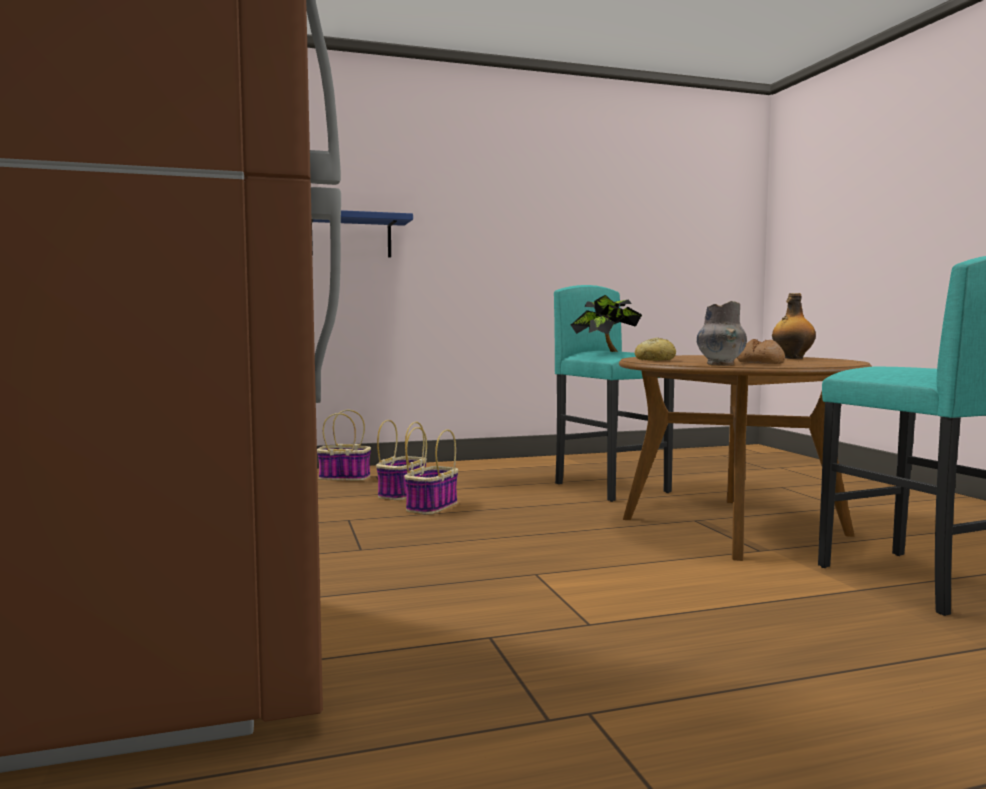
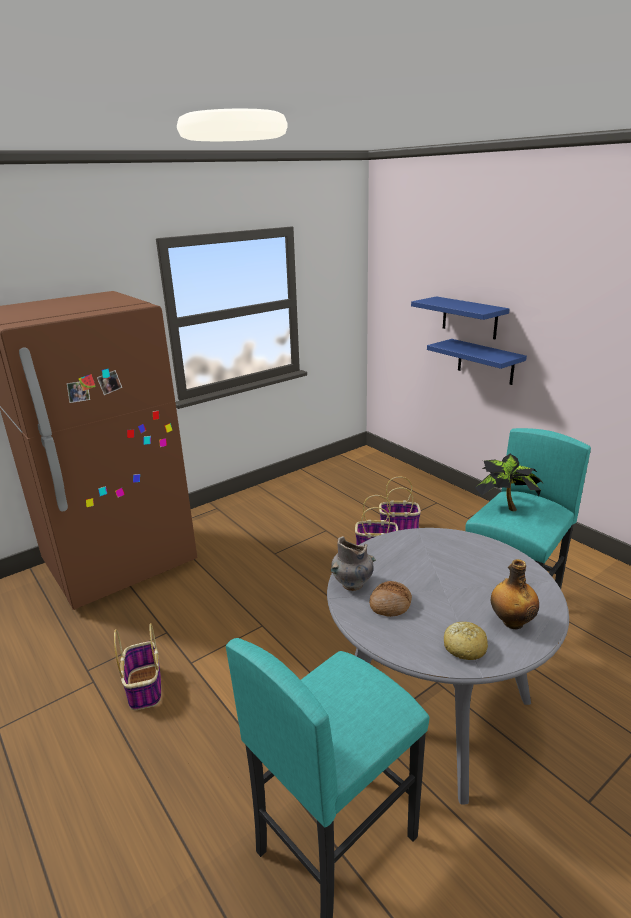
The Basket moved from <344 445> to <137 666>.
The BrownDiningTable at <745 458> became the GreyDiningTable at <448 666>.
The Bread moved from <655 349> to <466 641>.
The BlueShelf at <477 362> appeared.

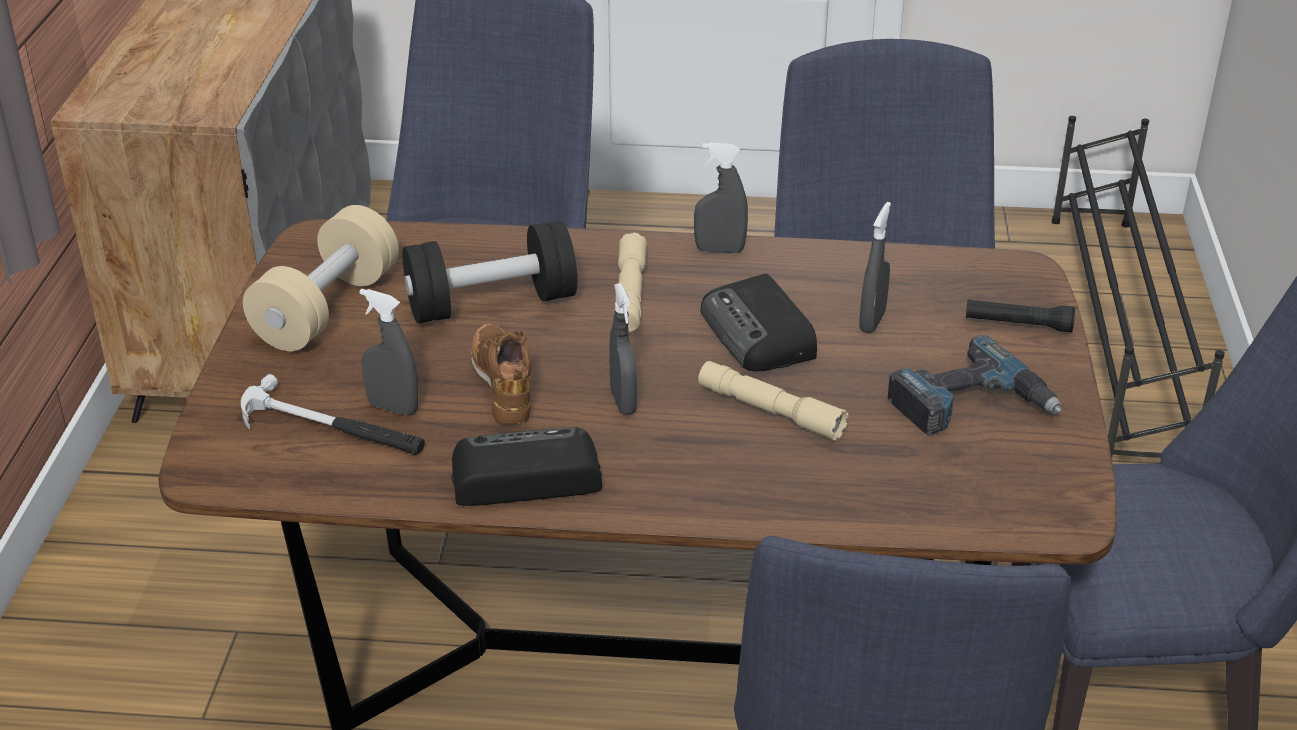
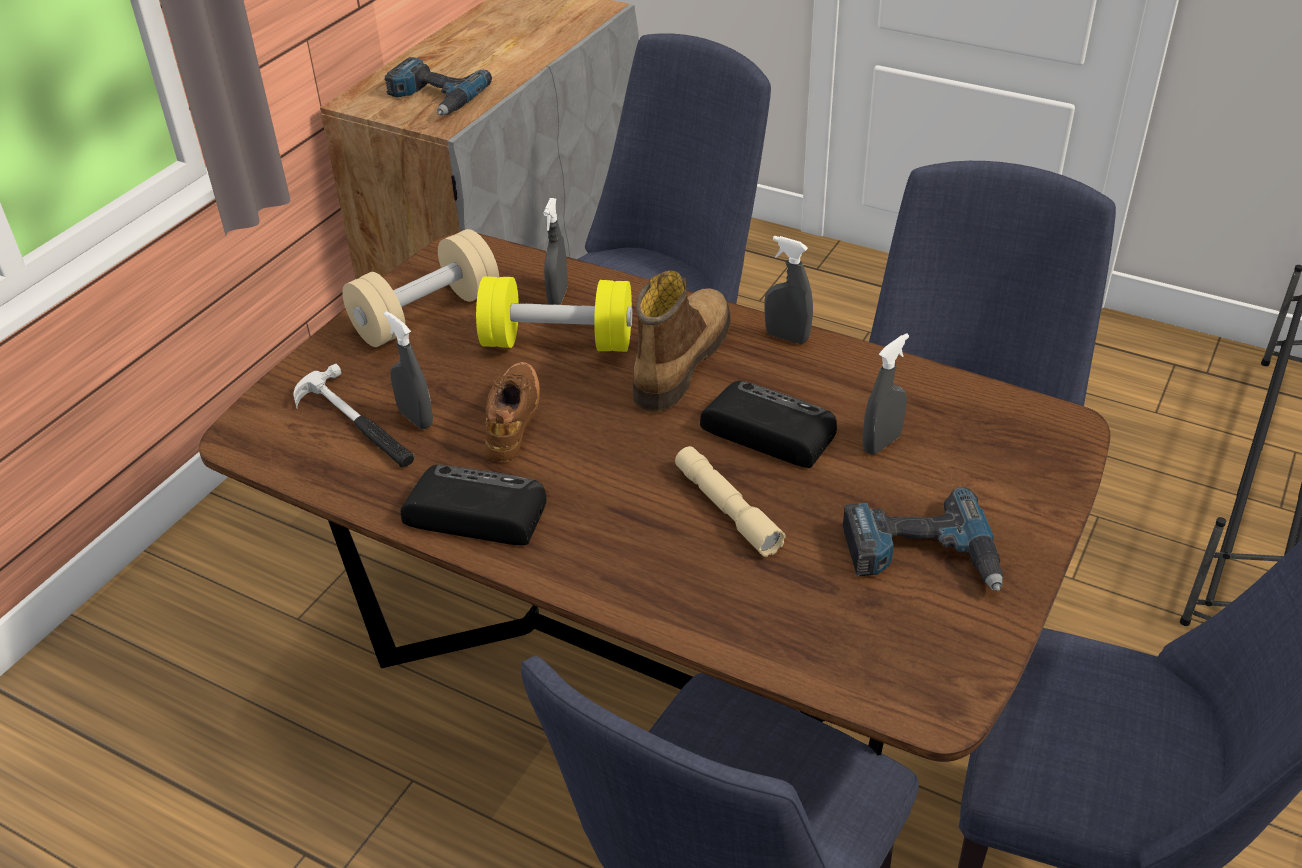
The BlackDumbbell at <490 272> became the YellowDumbbell at <554 314>.
The GreySprayBottle moved from <623 349> to <555 251>.
The BeigeFlashlight at <632 282> was replaced by the Boot at <682 341>.
The Radio at <759 322> turned 120 degrees clockwise.
The BlackFlashlight at <1020 316> disappeared.
The PowerDrill at <438 86> appeared.

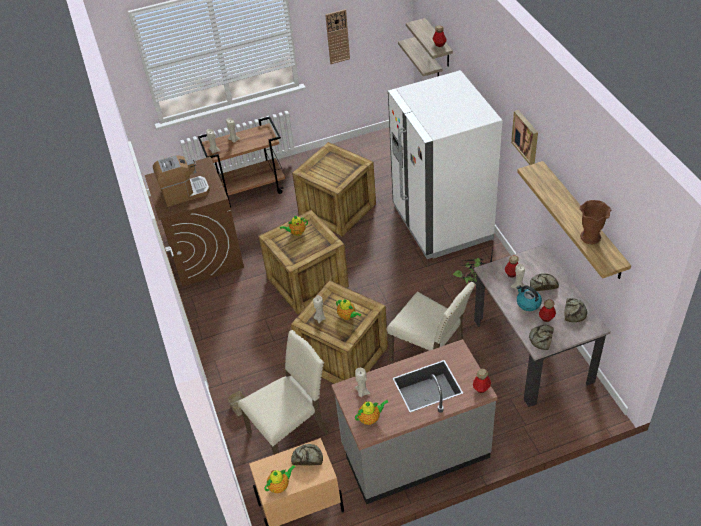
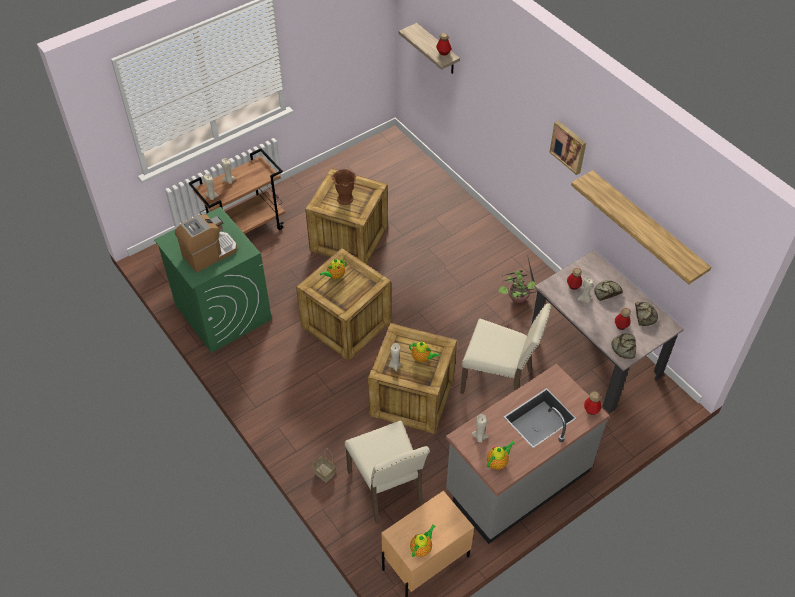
The BrownWashingMachine at <194 222> became the GreenWashingMachine at <213 280>.
The BeigeChair at <283 392> turned 120 degrees clockwise.
The Bread at <307 455> disappeared.
The WallClock at <337 36> disappeared.
The WhiteFridge at <445 164> disappeared.
The Shelf at <420 57> disappeared.
The Kettle at <529 298> disappeared.
The BrownVase moved from <595 222> to <343 187>.

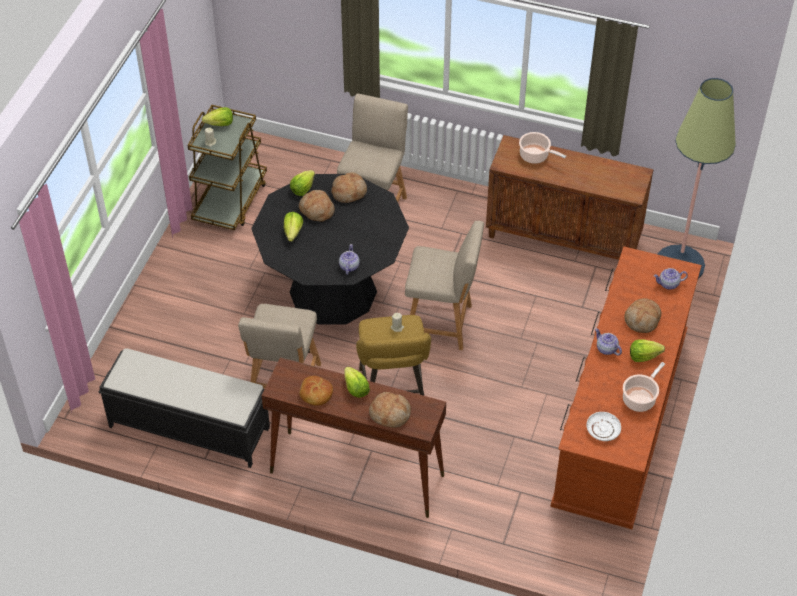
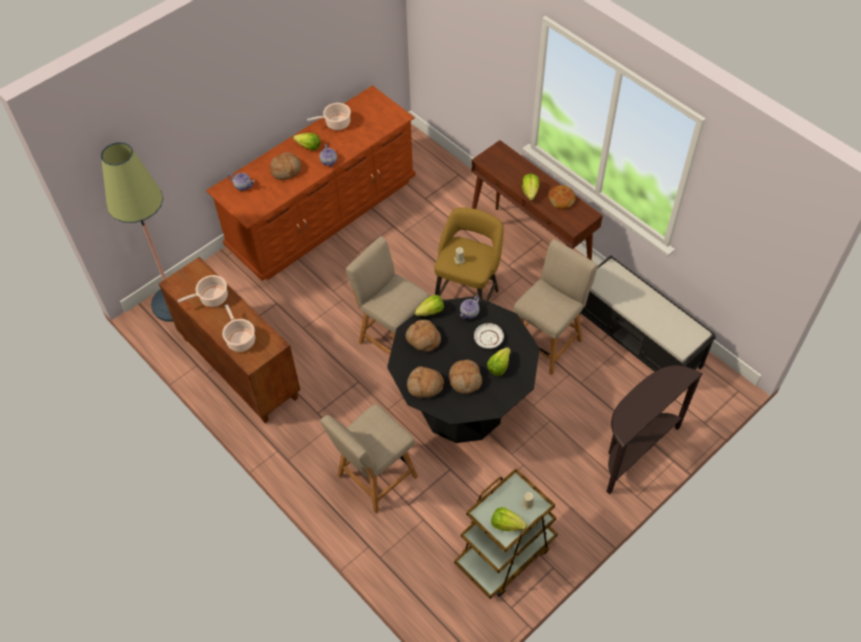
The Lettuce moved from <302 183> to <429 305>.
The Bread moved from <390 410> to <423 335>.
The WhitePlate moved from <604 426> to <489 336>.
The CookingPot at <203 291> appeared.
The BrownConsoleTable at <654 429> appeared.

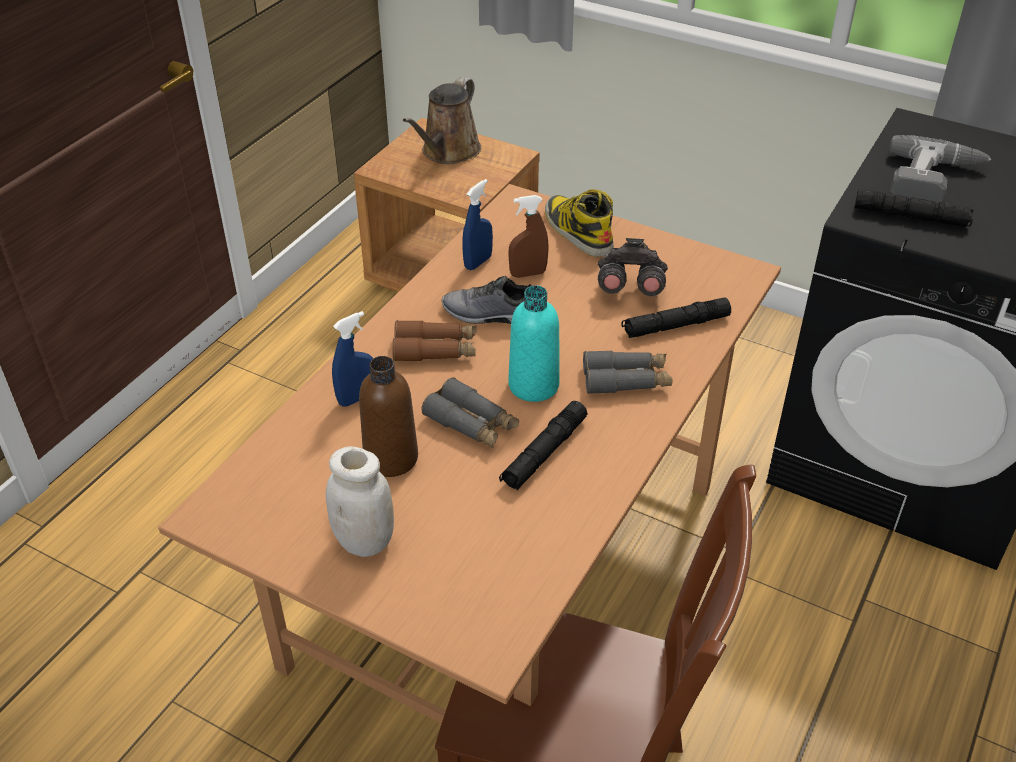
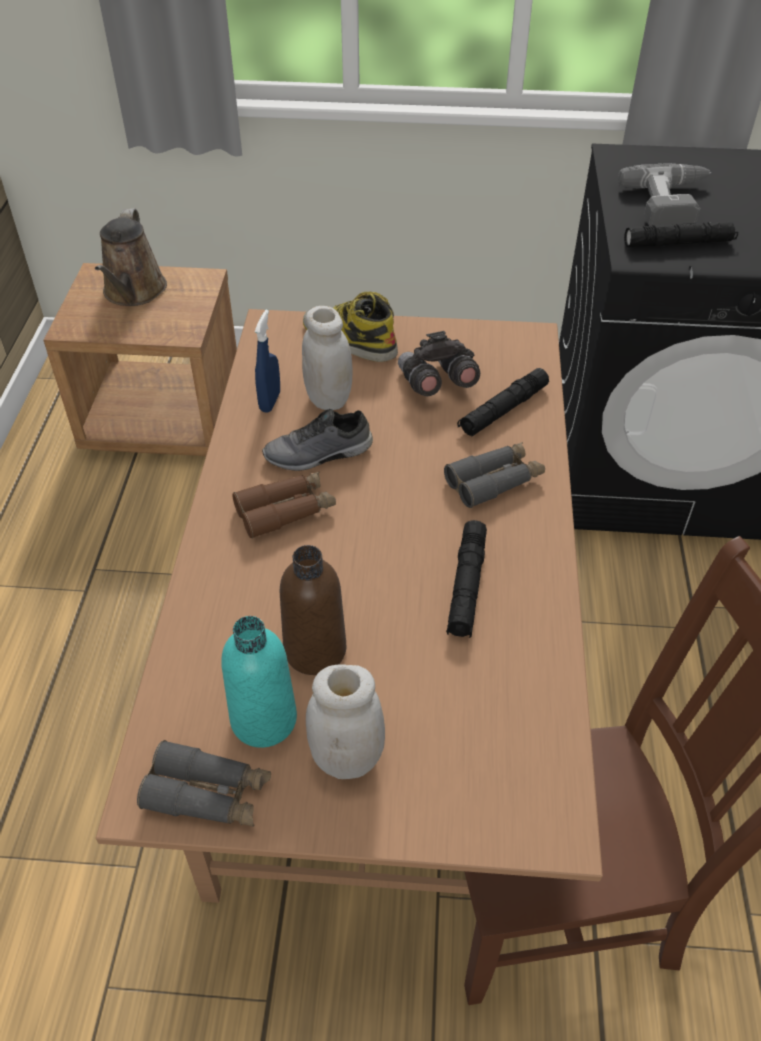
The BlueSprayBottle at <352 358> disappeared.
The GreyBinoculars moved from <470 413> to <204 783>.
The BrownSprayBottle at <528 236> was replaced by the WhiteJar at <327 358>.
The TurquoiseBottle moved from <534 343> to <259 682>.

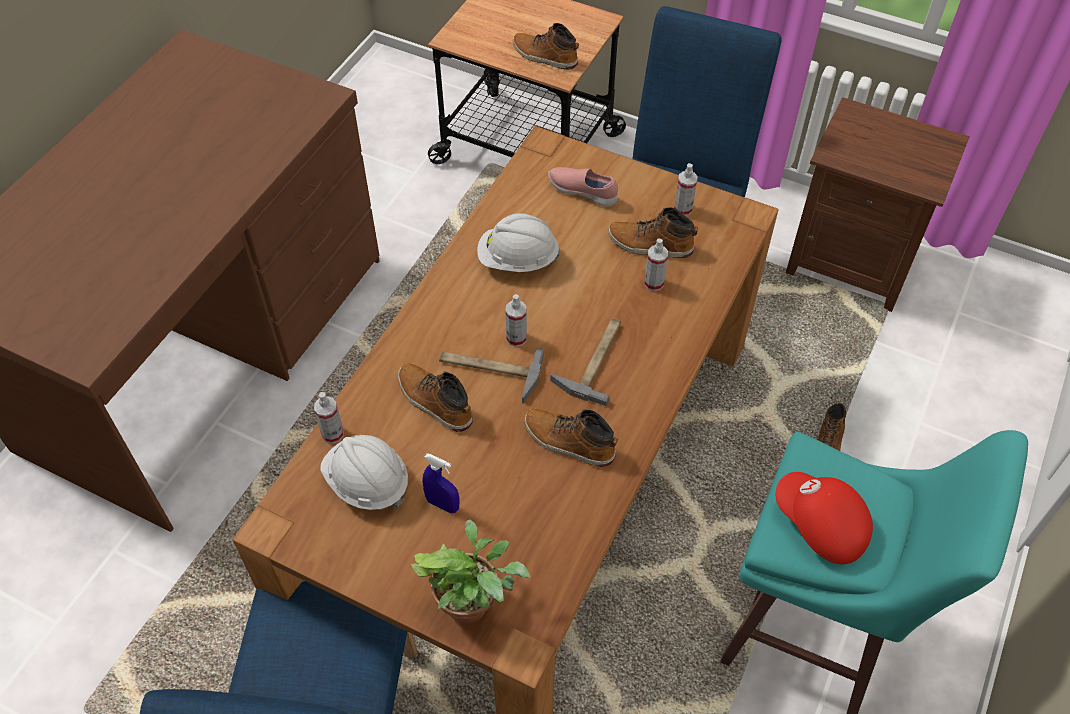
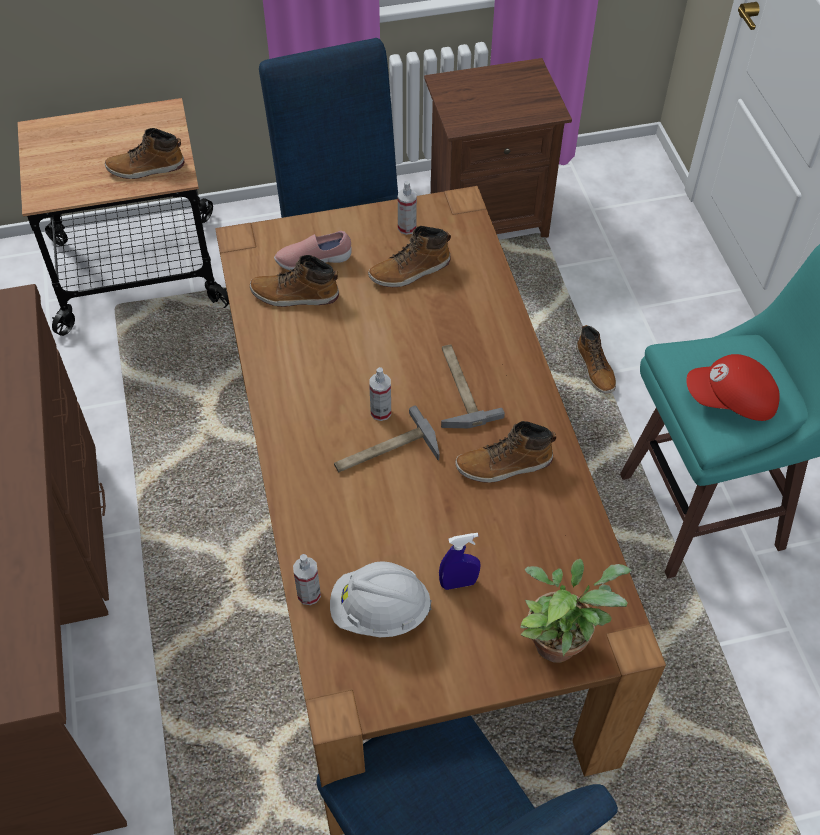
The Boot moved from <435 397> to <294 281>.
The WhiteHardHat at <518 242> disappeared.
The SprayBottle at <656 264> disappeared.

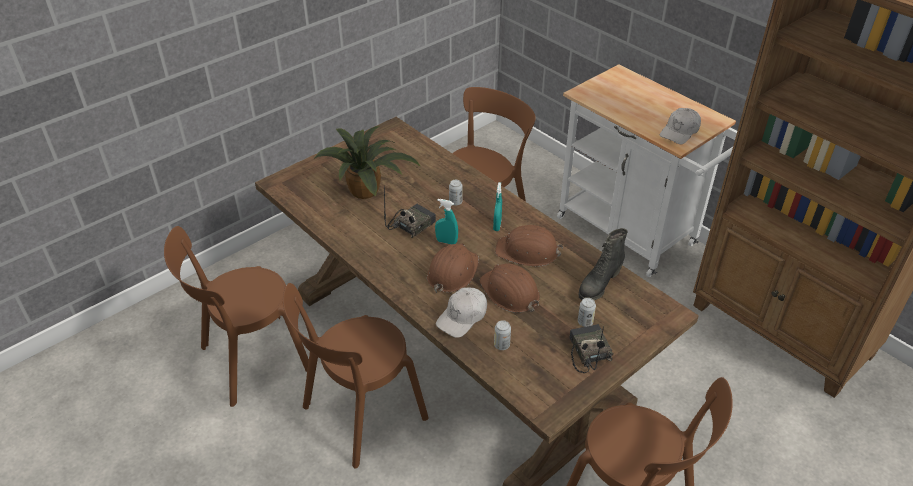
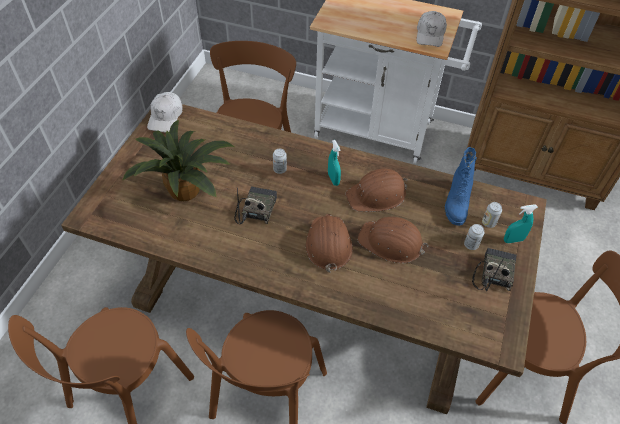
The TurquoiseSprayBottle moved from <446 221> to <521 223>.
The WhiteCap moved from <461 313> to <165 112>.
The Can moved from <502 335> to <492 215>.
The Radio at <591 348> turned 60 degrees clockwise.
The BlackBoot at <603 264> became the BlueBoot at <460 186>.

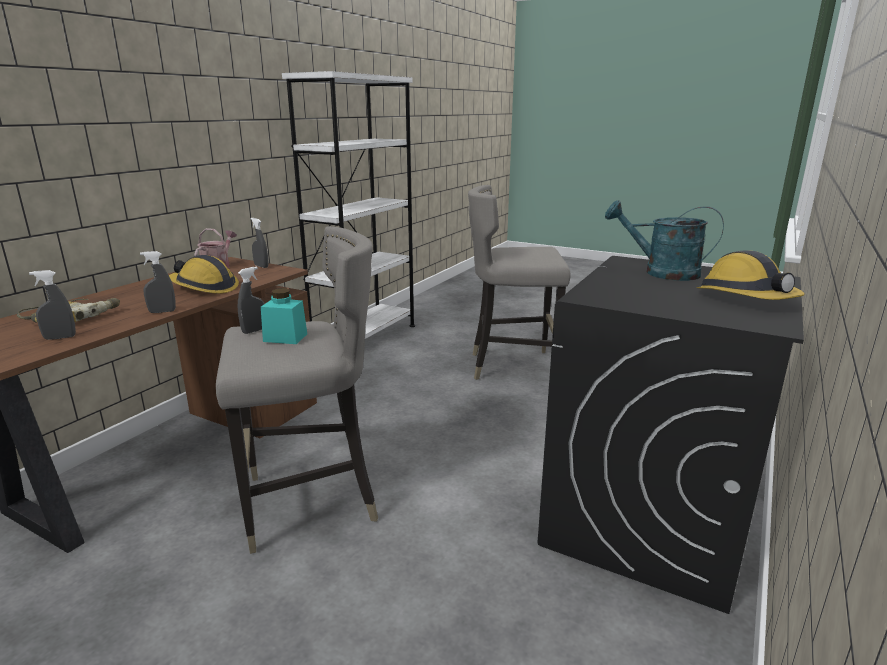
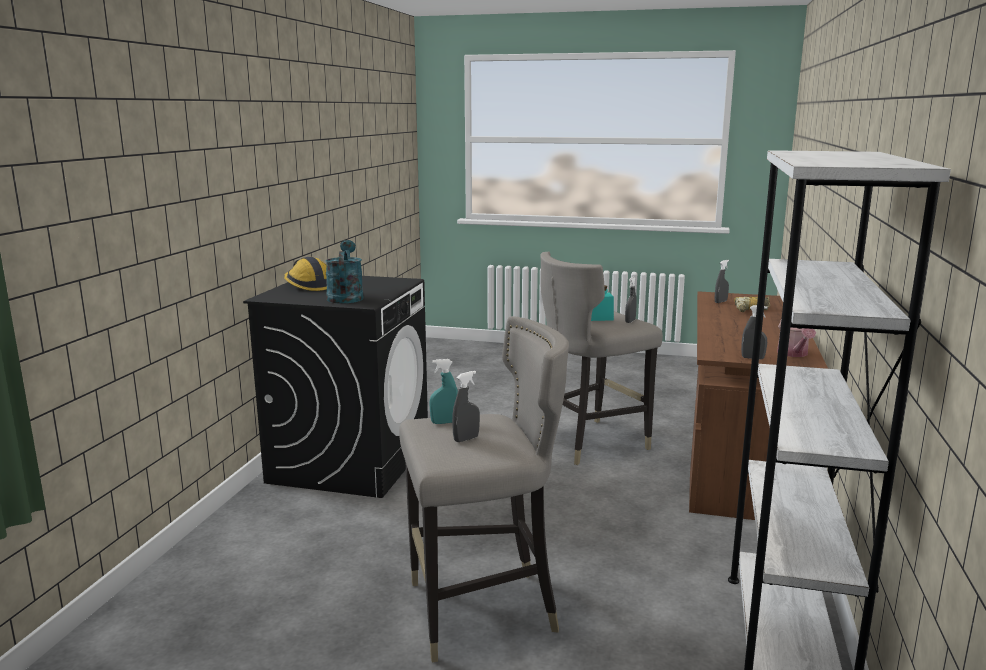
The GreySprayBottle moved from <158 282> to <466 406>.
The HardHat at <204 274> disappeared.
The TurquoiseWateringCan at <664 240> turned 105 degrees counterclockwise.
The TurquoiseSprayBottle at <443 391> appeared.

